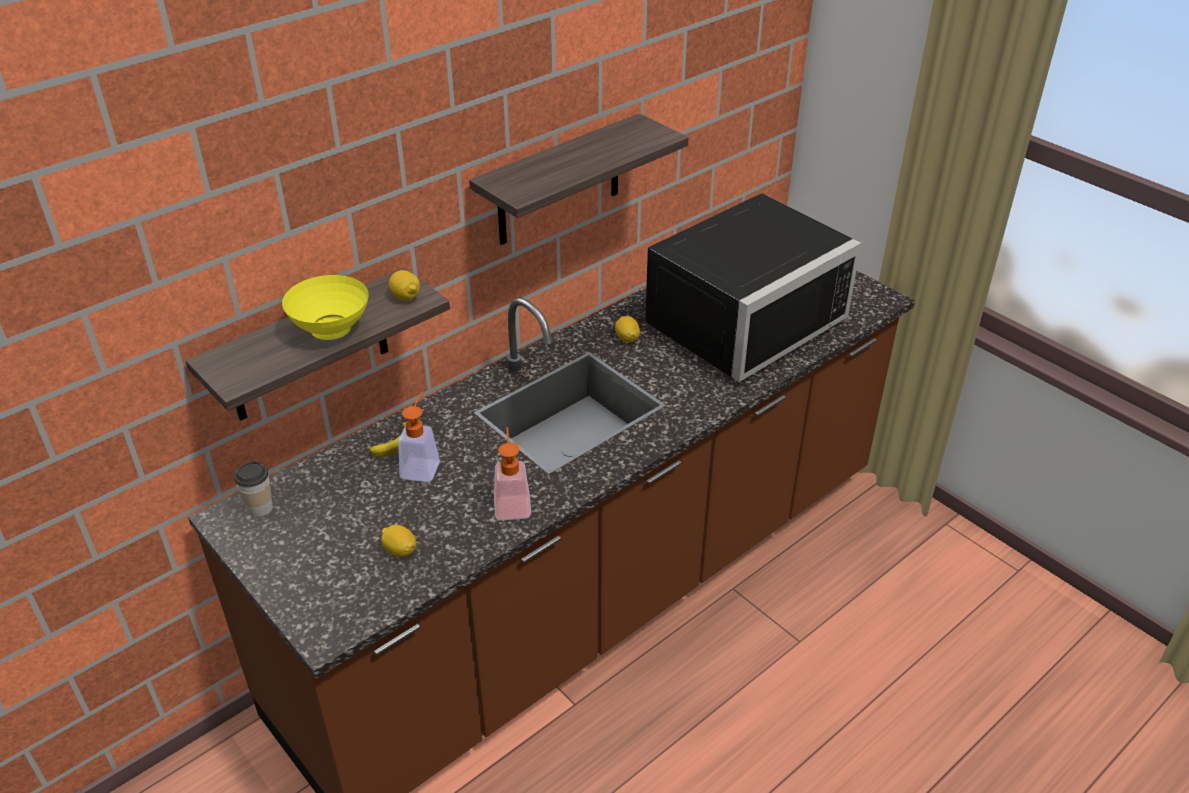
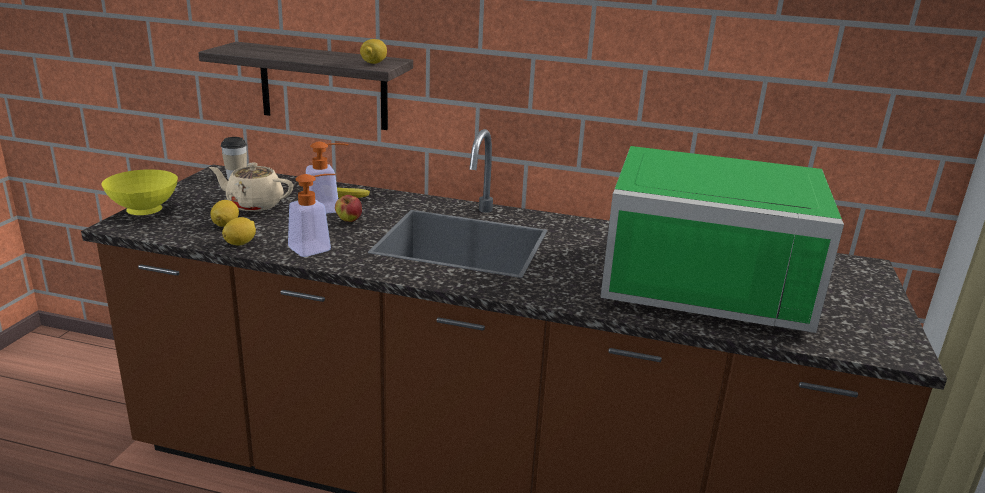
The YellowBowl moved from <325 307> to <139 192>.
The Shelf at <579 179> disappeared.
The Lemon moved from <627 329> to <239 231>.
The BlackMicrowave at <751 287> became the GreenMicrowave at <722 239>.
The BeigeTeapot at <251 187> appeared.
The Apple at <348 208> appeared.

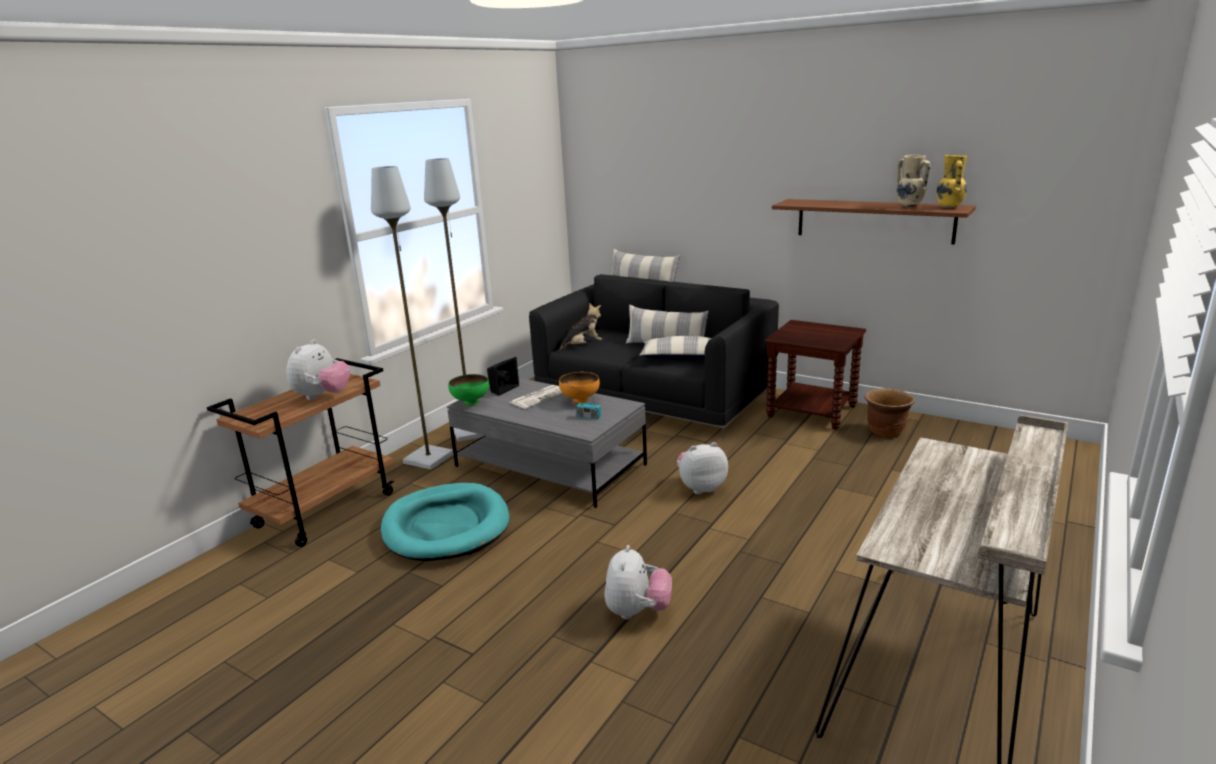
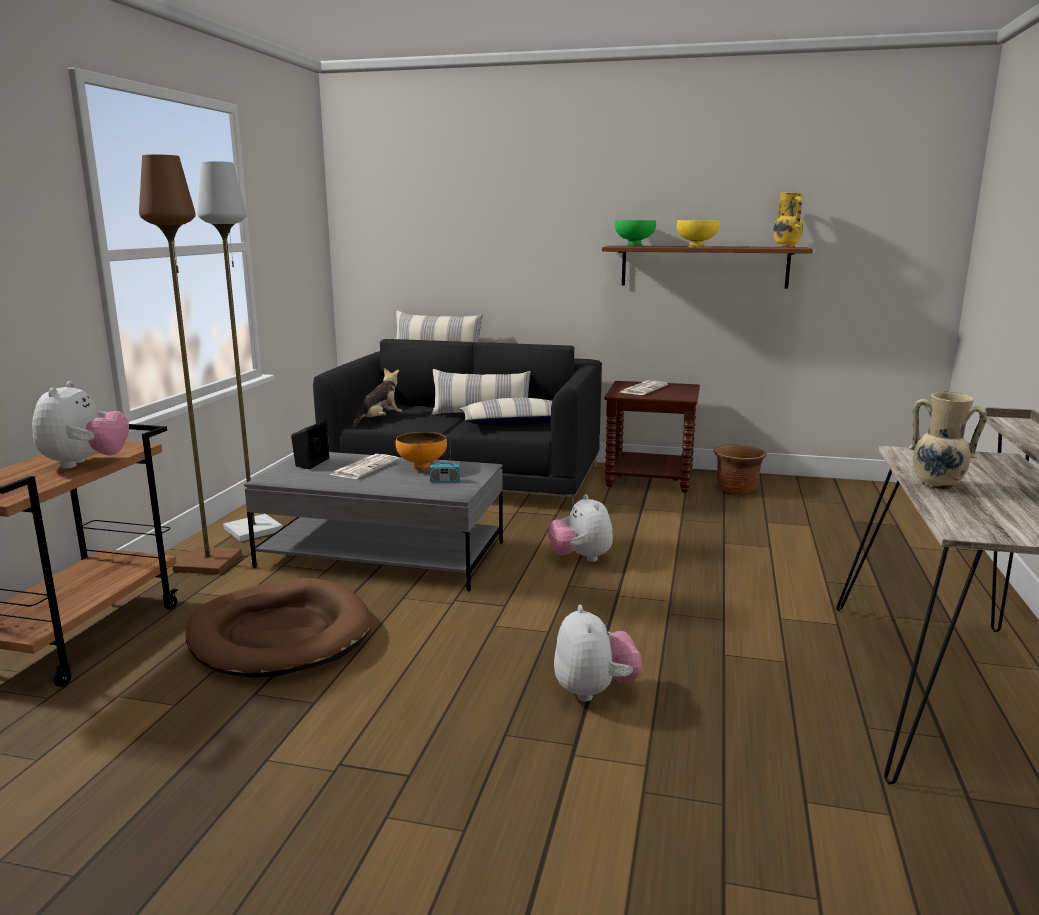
The GreyFloorLamp at <412 318> became the BrownFloorLamp at <190 364>.
The TurquoiseDogBed at <445 522> became the BrownDogBed at <278 628>.
The GreenBowl moved from <468 390> to <635 233>.
The PlushToy at <702 468> turned 75 degrees counterclockwise.
The BeigeVase moved from <913 180> to <948 441>.
The Newspaper at <644 388> appeared.
The YellowBowl at <698 233> appeared.

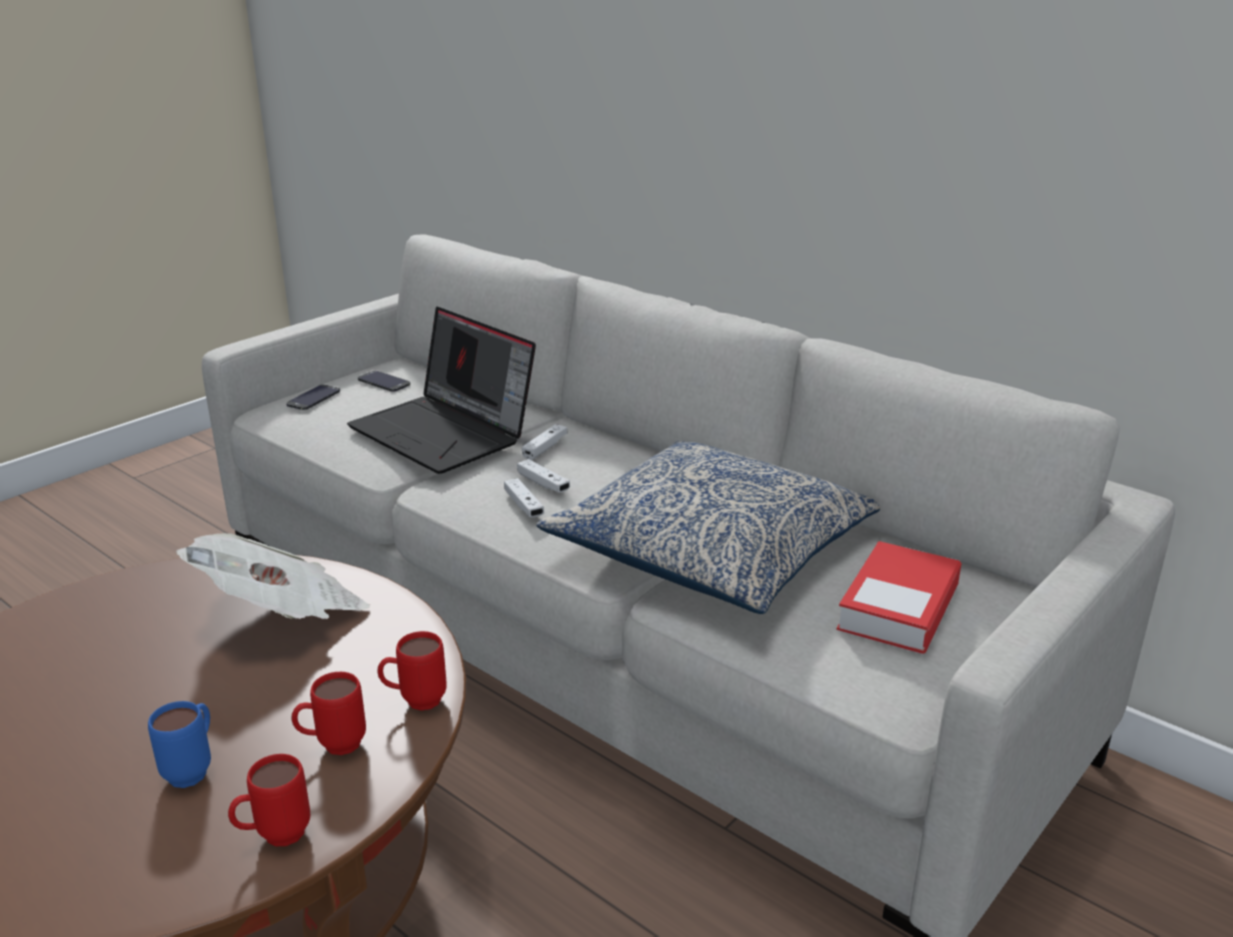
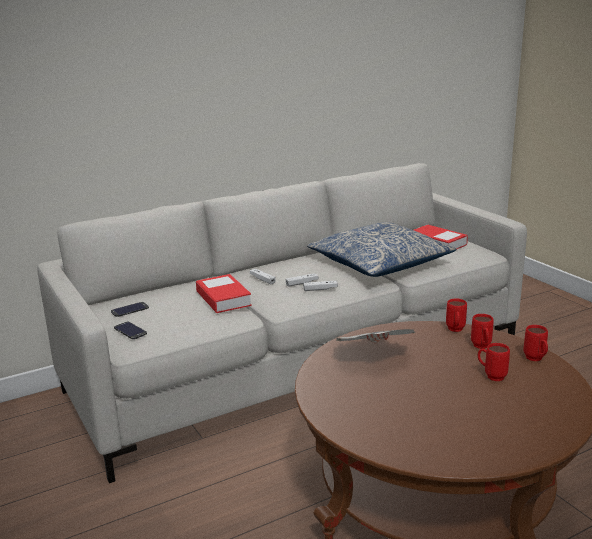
The BlueMug at <179 744> became the RedMug at <494 362>.
The Laptop at <441 390> was replaced by the Book at <224 293>.

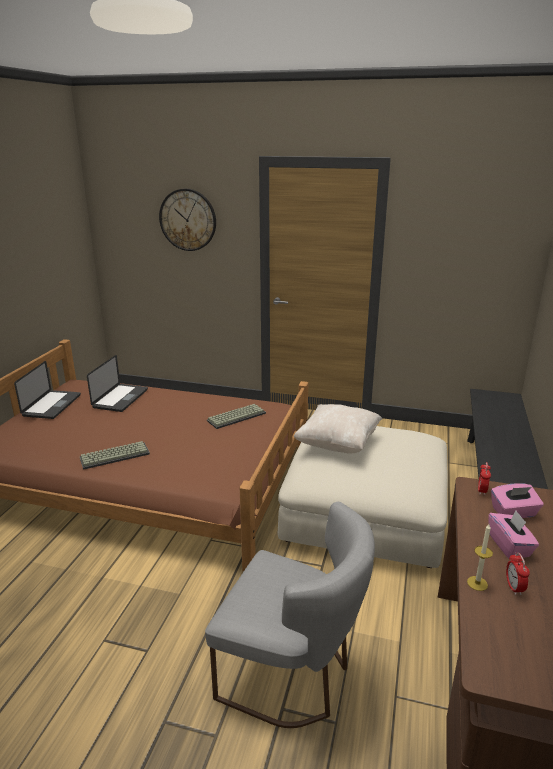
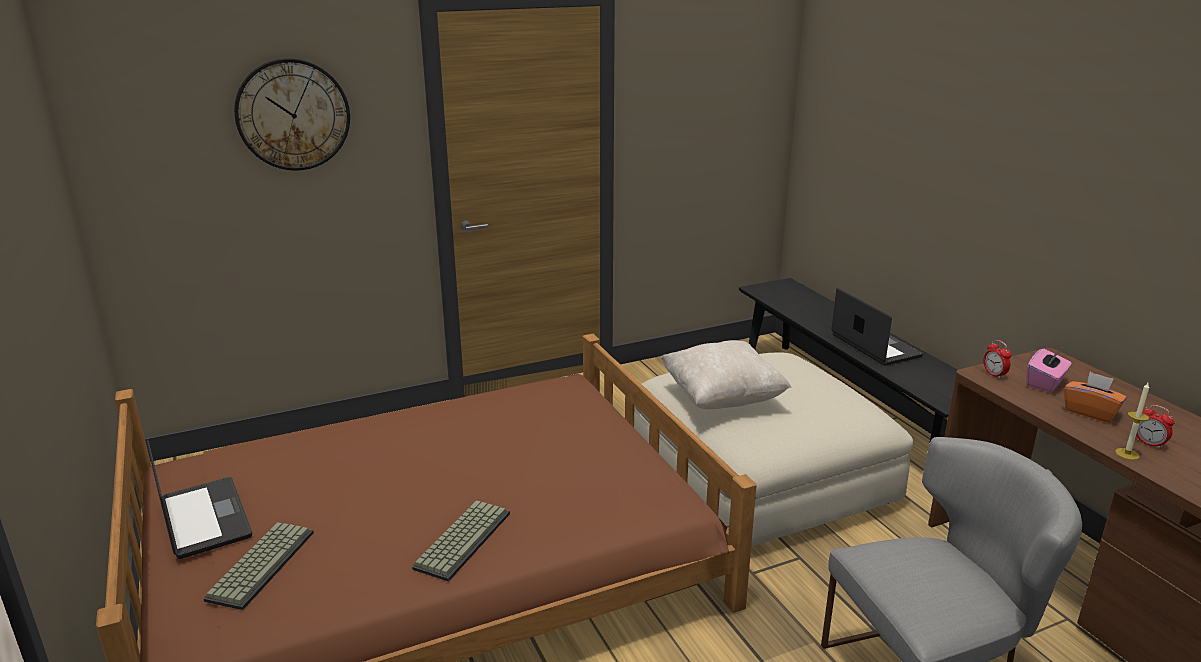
The Laptop moved from <117 383> to <877 327>.
The Keyboard moved from <236 416> to <259 566>.
The PinkTissueBox at <513 534> became the OrangeTissueBox at <1095 397>.

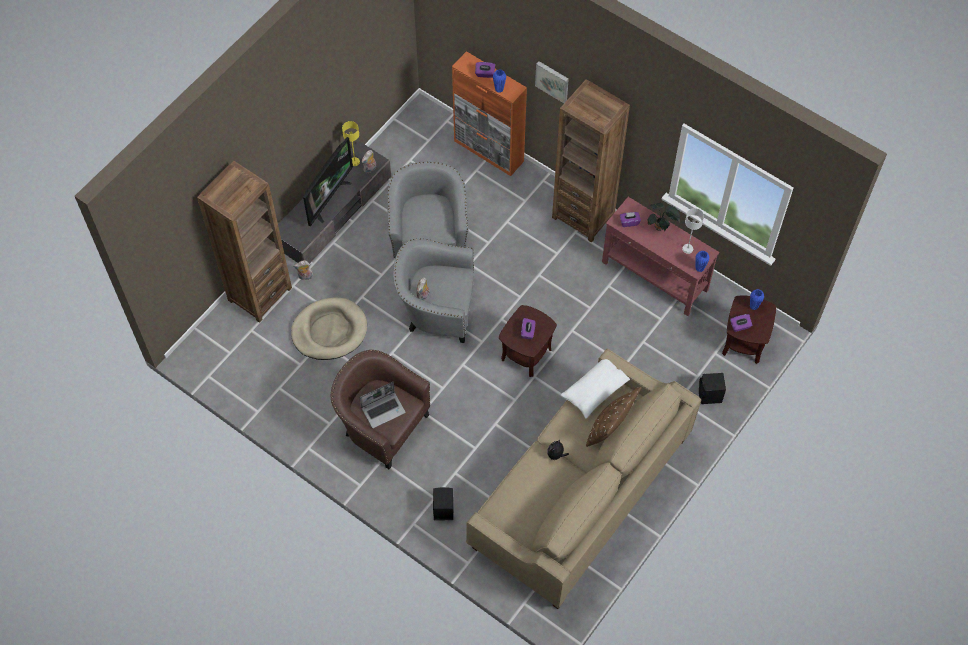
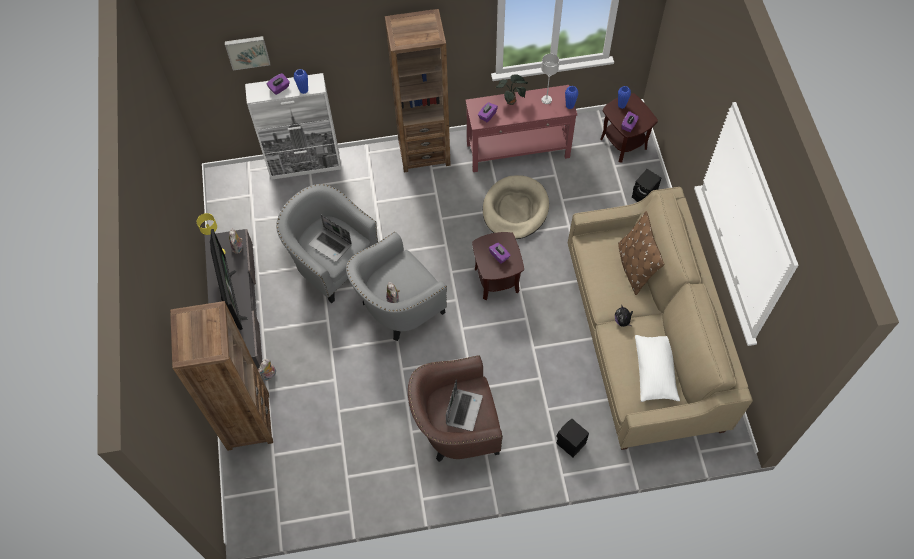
The BeigeDogBed moved from <329 329> to <516 207>.
The OrangeCabinet at <489 113> became the WhiteCabinet at <293 126>.
The Picture moved from <552 82> to <247 53>.
The WhitePillow moved from <595 389> to <657 368>.
The Laptop at <330 238> appeared.

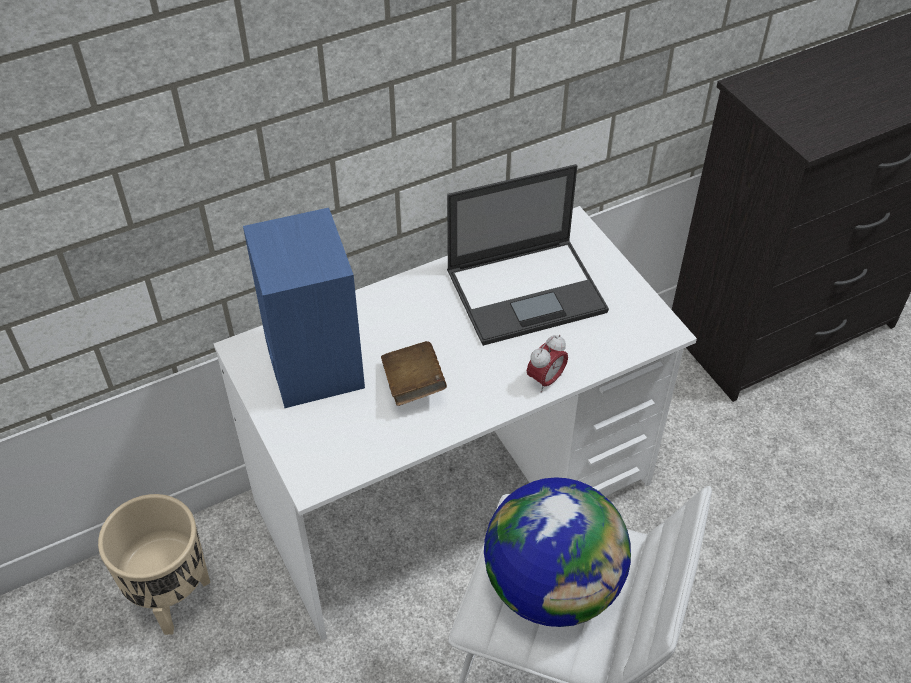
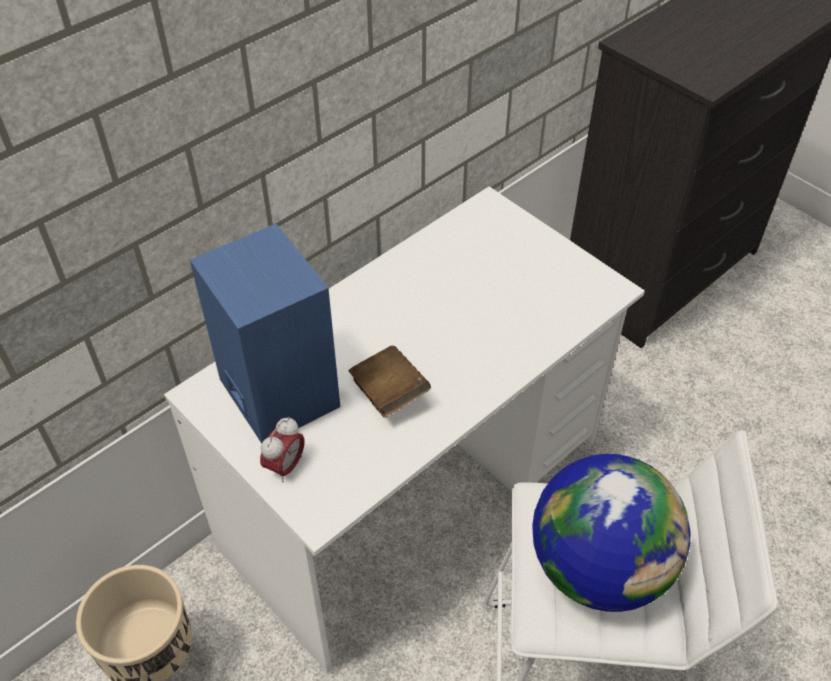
The Laptop at <528 255> disappeared.
The AlarmClock moved from <547 364> to <282 449>.

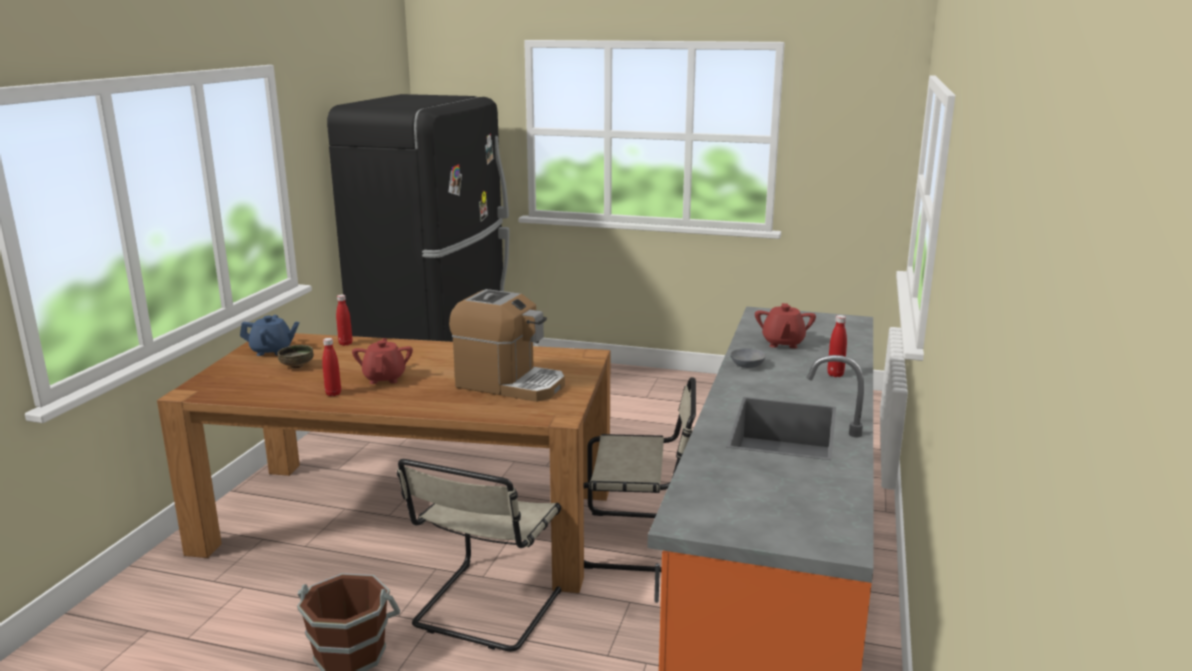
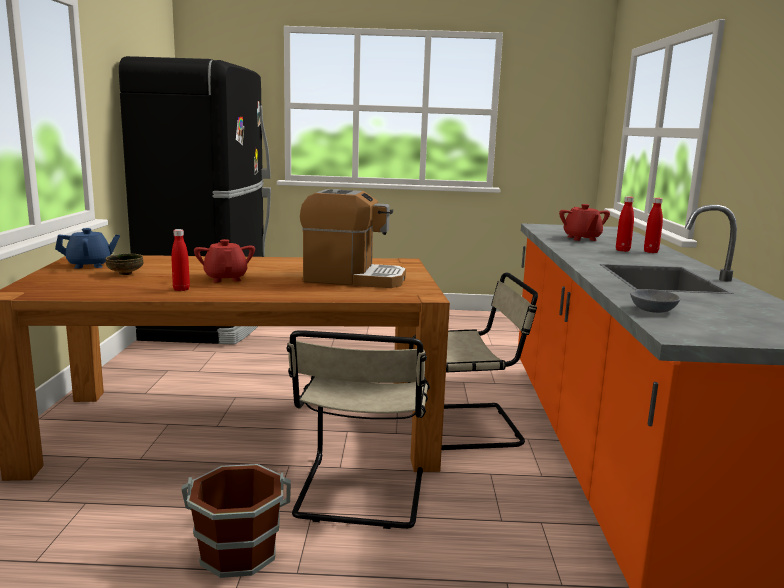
The RedBottle moved from <344 320> to <625 224>.
The GreyBowl moved from <748 358> to <655 301>.

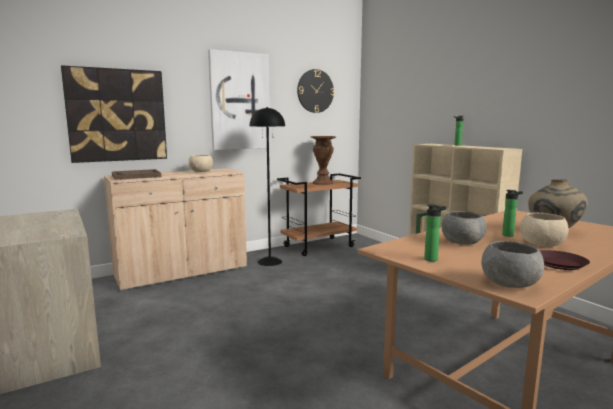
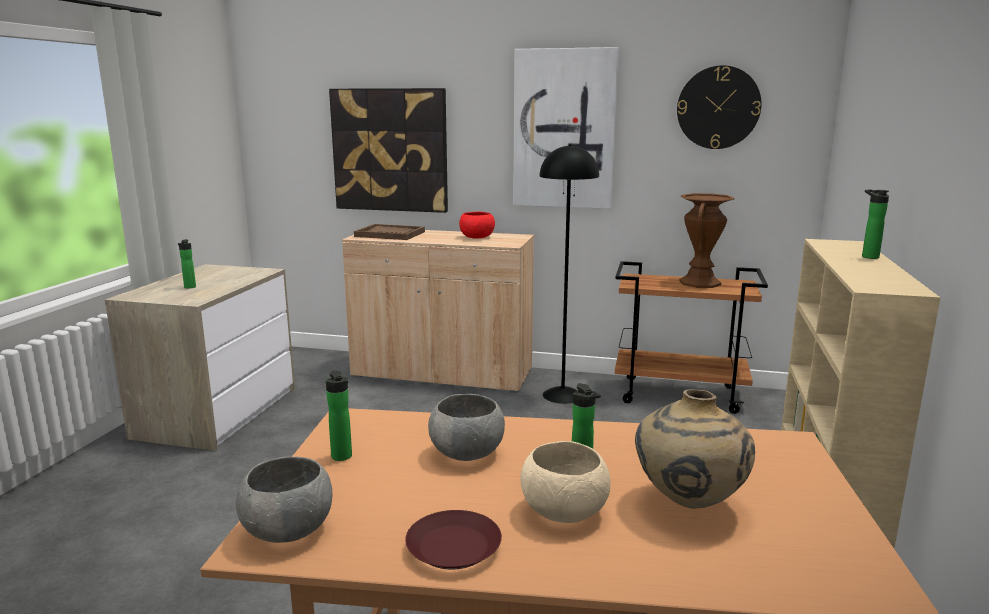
The BeigeBowl at <201 163> became the RedBowl at <477 225>.
The Bottle at <187 264> appeared.

